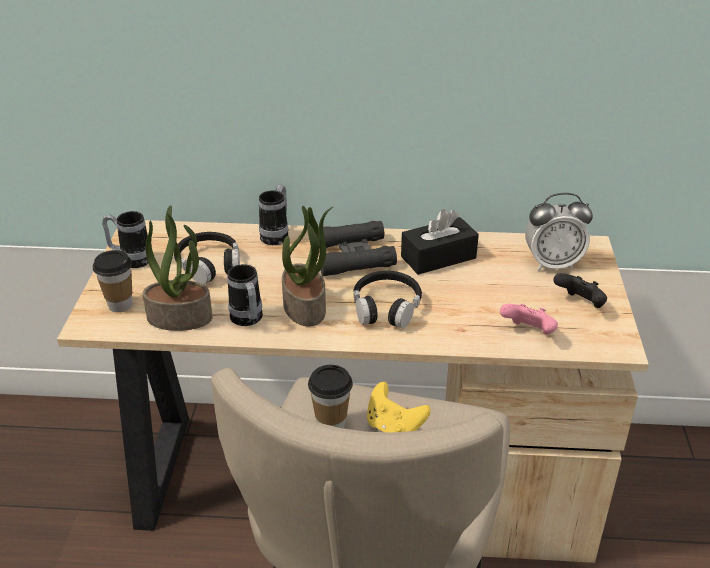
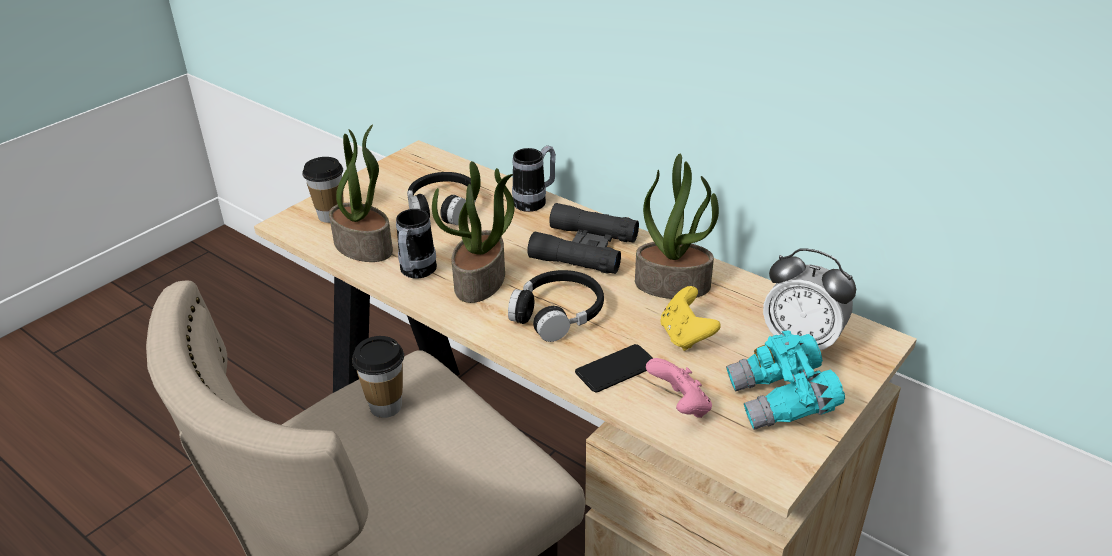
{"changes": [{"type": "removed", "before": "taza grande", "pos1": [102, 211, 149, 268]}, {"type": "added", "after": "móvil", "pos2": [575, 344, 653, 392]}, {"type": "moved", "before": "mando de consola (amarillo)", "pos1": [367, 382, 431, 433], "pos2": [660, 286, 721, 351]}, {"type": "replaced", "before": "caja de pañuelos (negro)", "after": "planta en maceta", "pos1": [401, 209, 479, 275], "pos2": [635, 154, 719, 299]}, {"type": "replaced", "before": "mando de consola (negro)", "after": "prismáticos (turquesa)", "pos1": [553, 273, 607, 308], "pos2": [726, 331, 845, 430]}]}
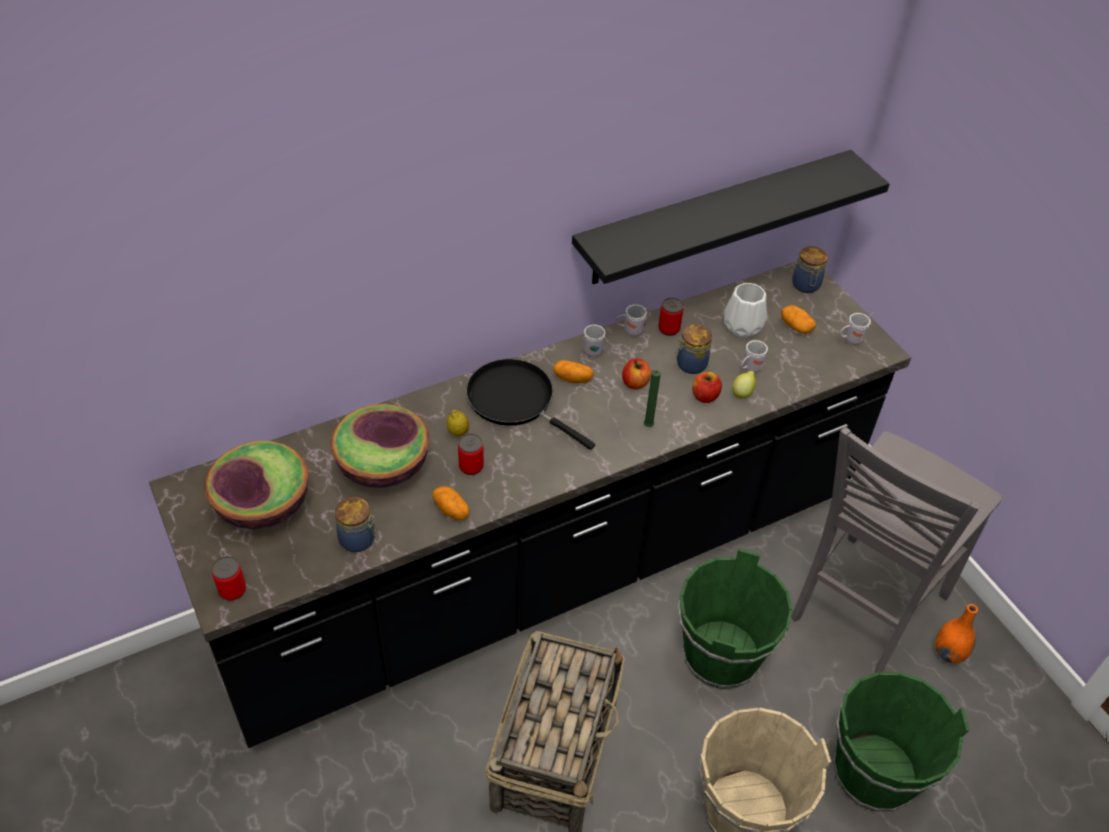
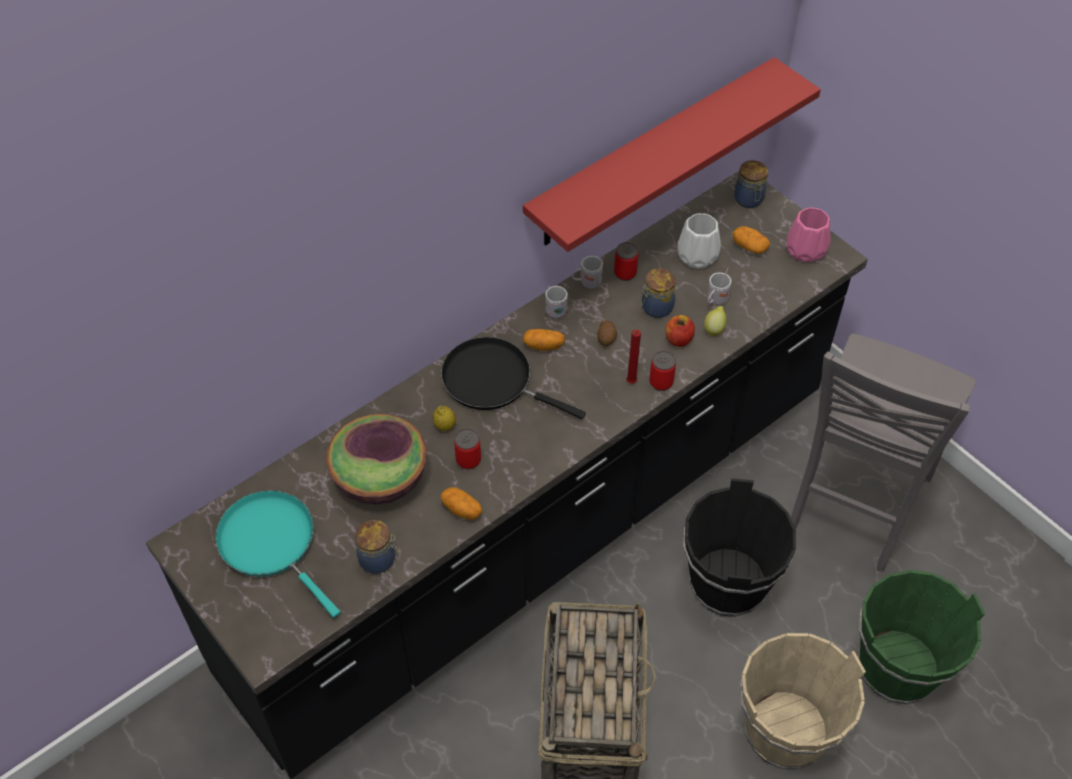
{"changes": [{"type": "removed", "before": "florero (naranja)", "pos1": [935, 604, 978, 663]}, {"type": "moved", "before": "lata", "pos1": [212, 556, 246, 601], "pos2": [649, 351, 676, 391]}, {"type": "replaced", "before": "cuenco", "after": "sartén (turquesa)", "pos1": [205, 441, 309, 529], "pos2": [215, 490, 340, 618]}, {"type": "replaced", "before": "manzana", "after": "patata", "pos1": [622, 358, 651, 390], "pos2": [597, 320, 617, 346]}, {"type": "replaced", "before": "taza grande (blanco)", "after": "florero (rosa)", "pos1": [839, 312, 873, 345], "pos2": [786, 207, 831, 263]}, {"type": "recoloured", "before": "estante (negro)", "after": "estante (rojo)", "pos1": [572, 150, 890, 284], "pos2": [523, 57, 821, 252]}, {"type": "recoloured", "before": "vela (verde)", "after": "vela (rojo)", "pos1": [644, 370, 661, 427], "pos2": [626, 329, 641, 384]}, {"type": "recoloured", "before": "cubo (verde)", "after": "cubo (negro)", "pos1": [678, 549, 793, 689], "pos2": [683, 478, 796, 617]}]}
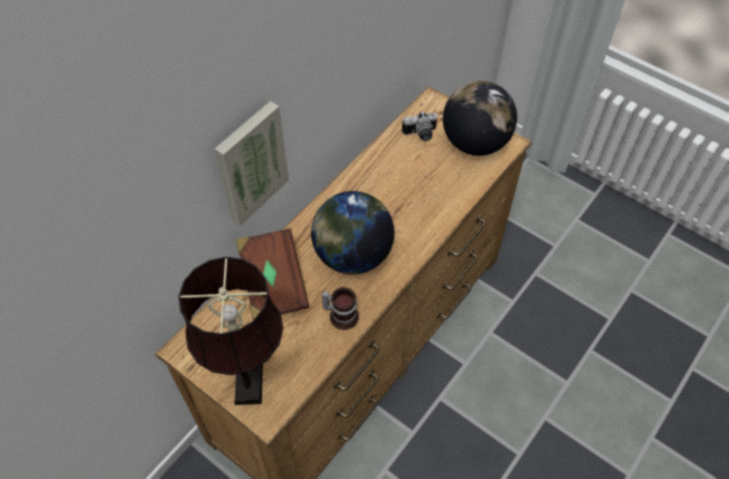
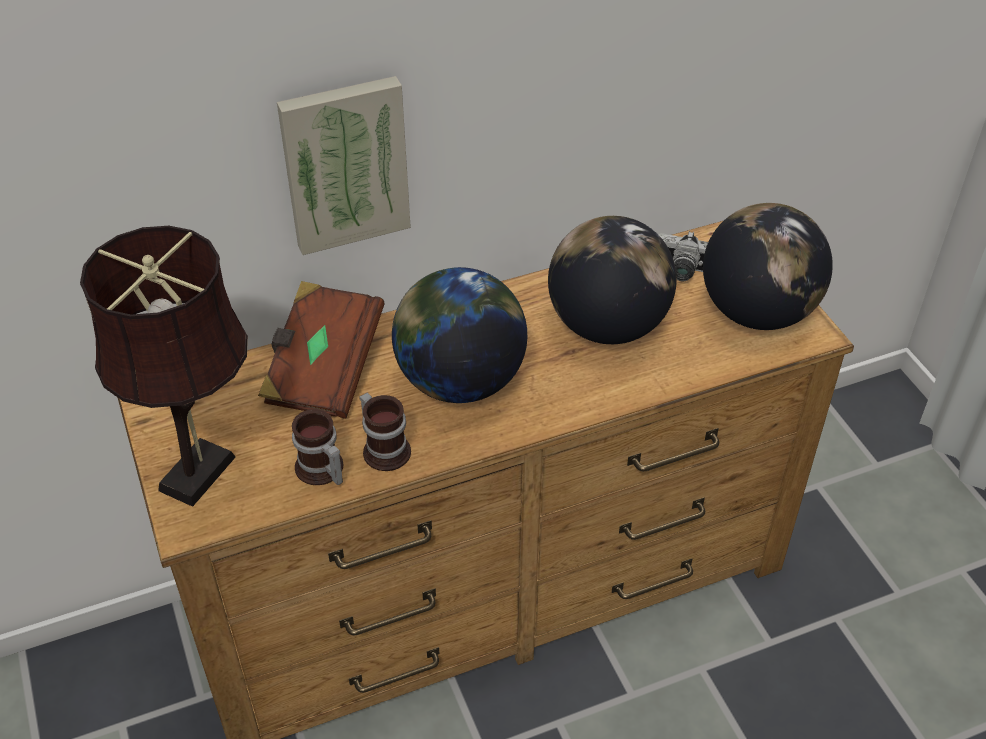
{"changes": [{"type": "added", "after": "taza grande", "pos2": [292, 409, 343, 485]}, {"type": "added", "after": "globo terráqueo", "pos2": [548, 216, 677, 344]}]}
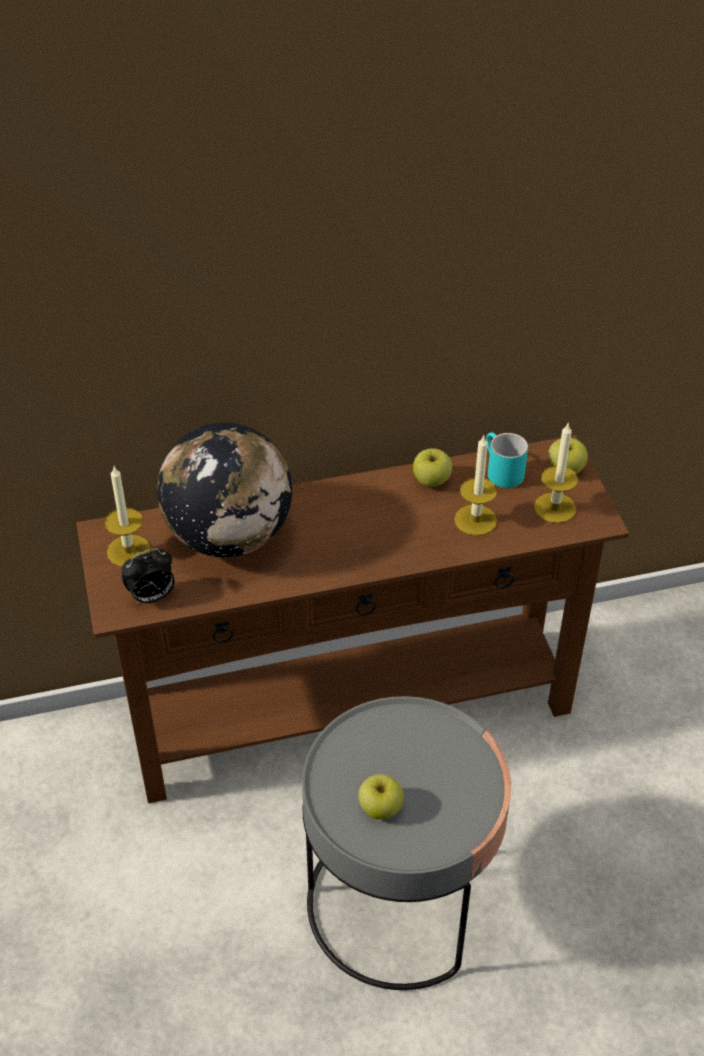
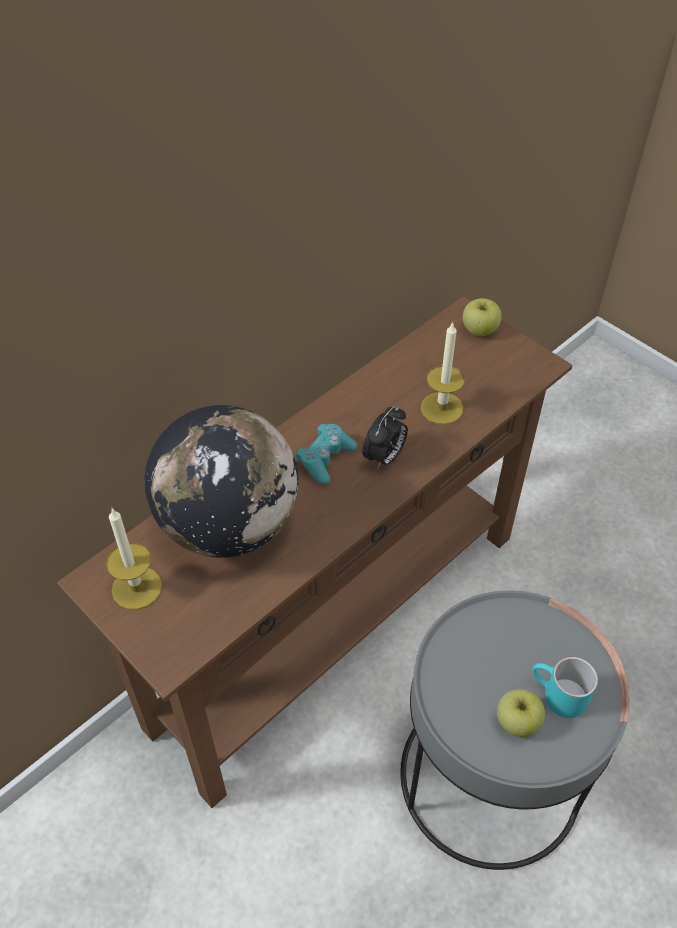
{"changes": [{"type": "removed", "before": "manzana", "pos1": [413, 448, 452, 487]}, {"type": "removed", "before": "vela", "pos1": [534, 422, 578, 523]}, {"type": "added", "after": "mando de consola (turquesa)", "pos2": [296, 424, 357, 485]}, {"type": "moved", "before": "despertador", "pos1": [122, 548, 174, 604], "pos2": [362, 406, 408, 470]}, {"type": "moved", "before": "taza grande (turquesa)", "pos1": [486, 432, 528, 488], "pos2": [532, 657, 598, 718]}]}
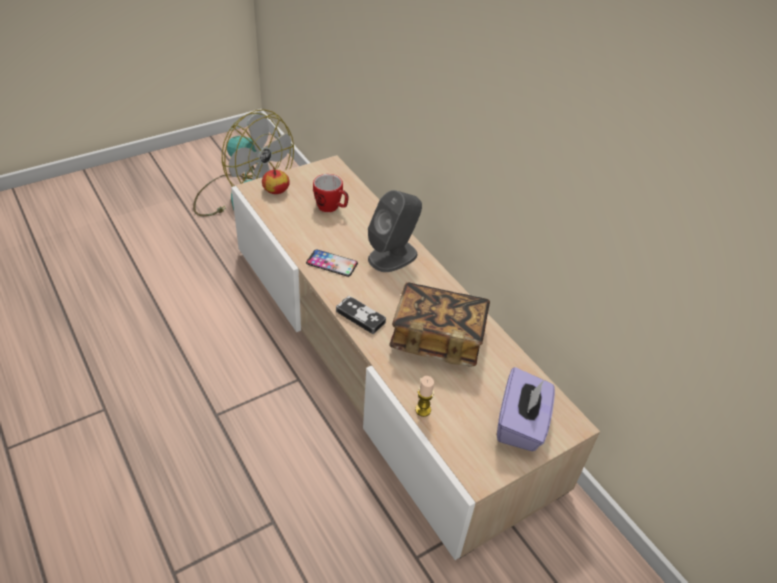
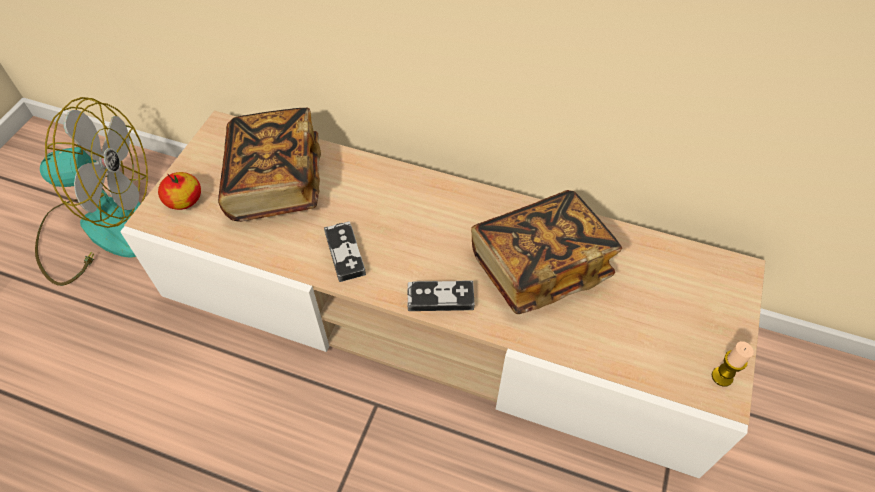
{"changes": [{"type": "removed", "before": "altavoz (gris)", "pos1": [368, 190, 422, 272]}, {"type": "removed", "before": "caja de pañuelos (morado)", "pos1": [497, 367, 555, 451]}, {"type": "moved", "before": "vela", "pos1": [415, 376, 434, 417], "pos2": [712, 341, 754, 387]}, {"type": "replaced", "before": "móvil", "after": "mando de consola", "pos1": [306, 249, 358, 277], "pos2": [324, 221, 366, 282]}, {"type": "replaced", "before": "taza grande", "after": "libro", "pos1": [313, 174, 349, 212], "pos2": [218, 108, 321, 222]}]}
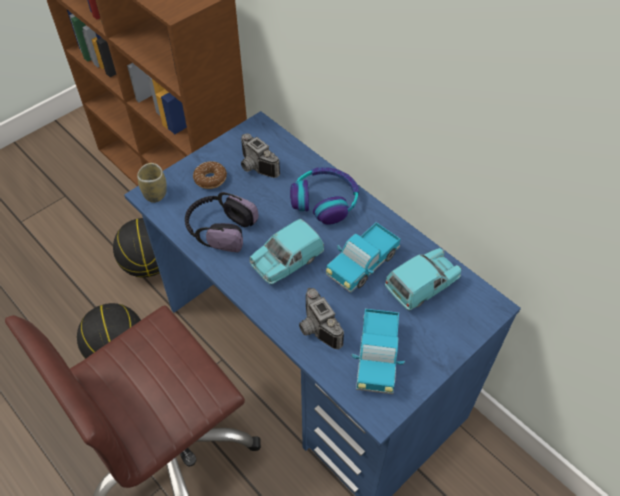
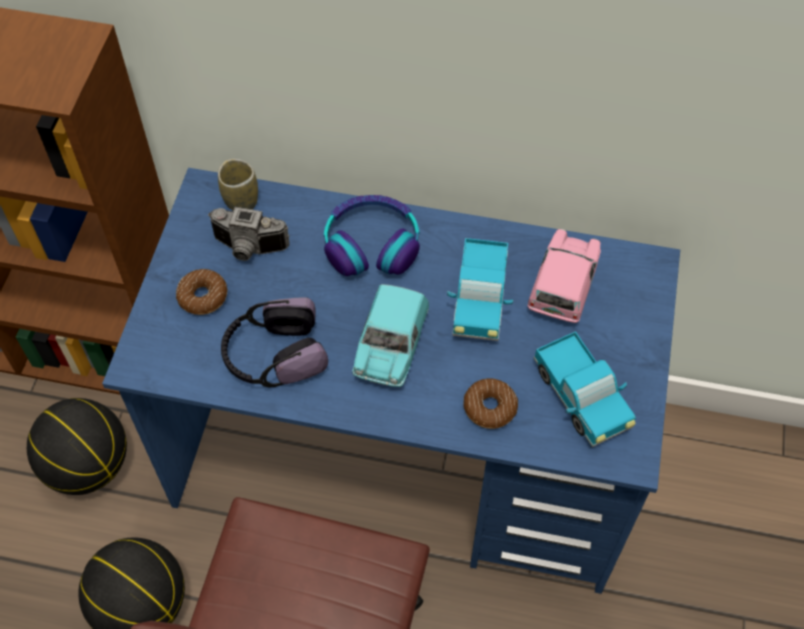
{"changes": [{"type": "moved", "before": "taza", "pos1": [137, 163, 167, 203], "pos2": [218, 159, 258, 210]}, {"type": "replaced", "before": "cámara", "after": "rosquilla", "pos1": [299, 288, 344, 349], "pos2": [463, 378, 518, 429]}, {"type": "recoloured", "before": "coche de juguete (turquesa)", "after": "coche de juguete (rosa)", "pos1": [385, 248, 462, 310], "pos2": [527, 229, 601, 323]}]}
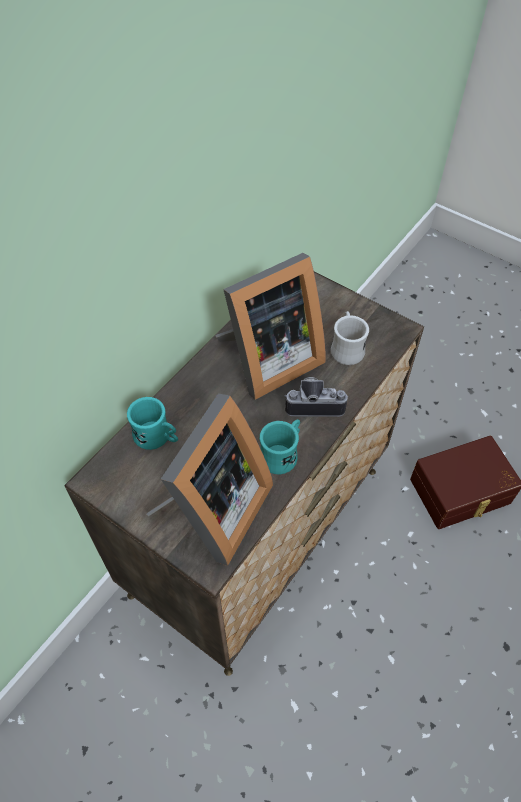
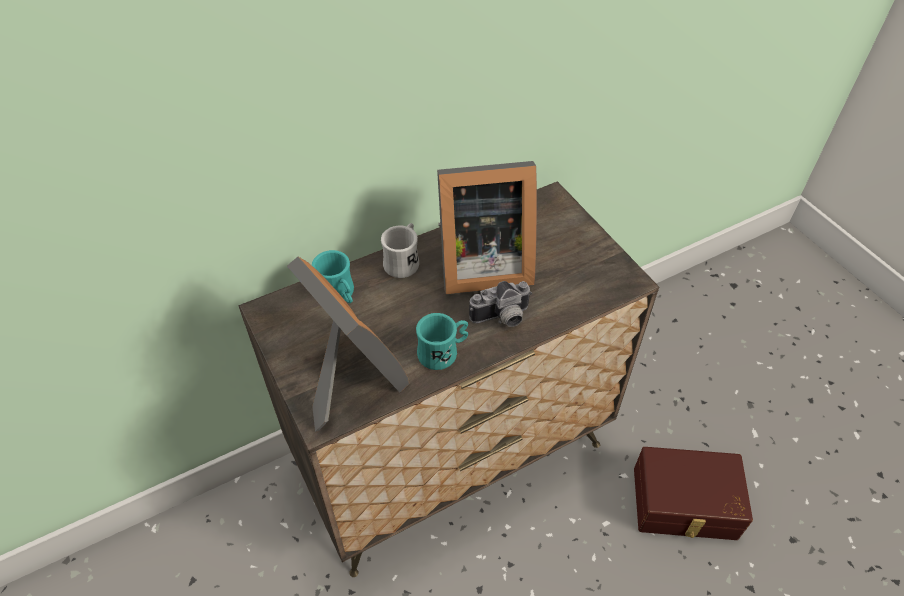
{"changes": [{"type": "moved", "before": "taza grande (blanco)", "pos1": [331, 311, 369, 365], "pos2": [381, 223, 419, 278]}, {"type": "turned", "before": "portarretratos", "pos1": [146, 393, 273, 566], "pos2": [287, 257, 410, 432], "turn": -90}, {"type": "turned", "before": "cámara", "pos1": [285, 377, 348, 417], "pos2": [469, 281, 532, 327], "turn": 135}]}
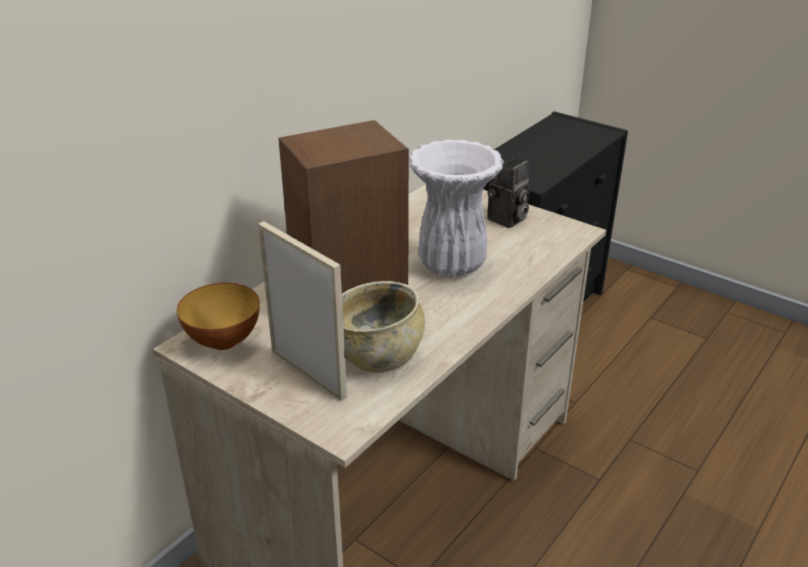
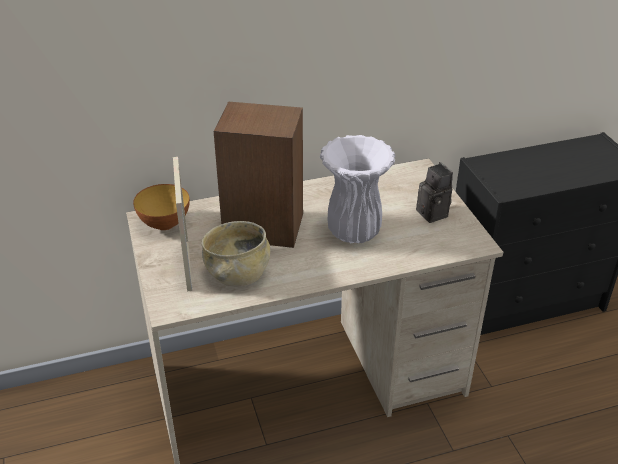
{"changes": [{"type": "turned", "before": "cámara", "pos1": [487, 158, 529, 228], "pos2": [416, 162, 453, 223], "turn": -105}]}
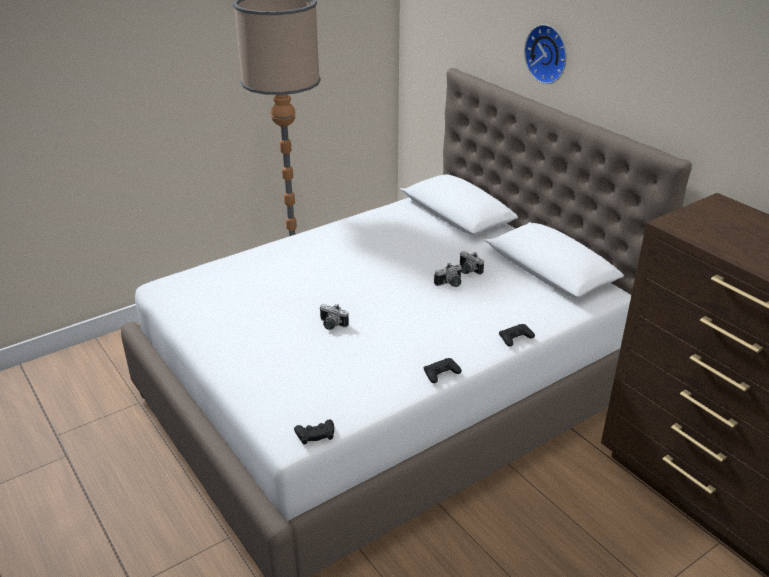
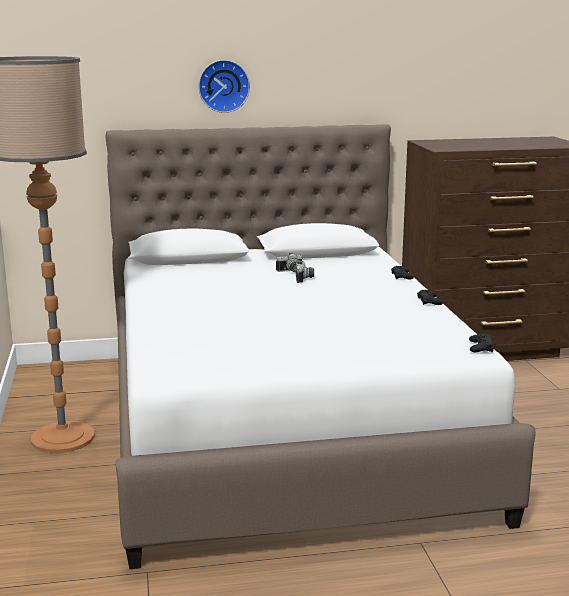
{"changes": [{"type": "removed", "before": "cámara", "pos1": [320, 304, 349, 330]}]}
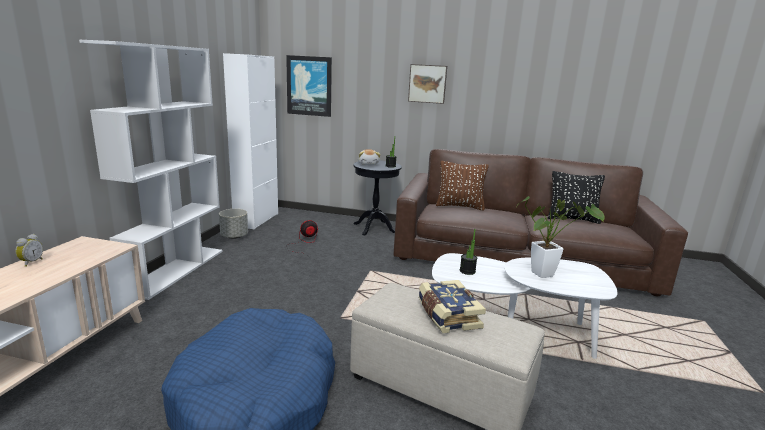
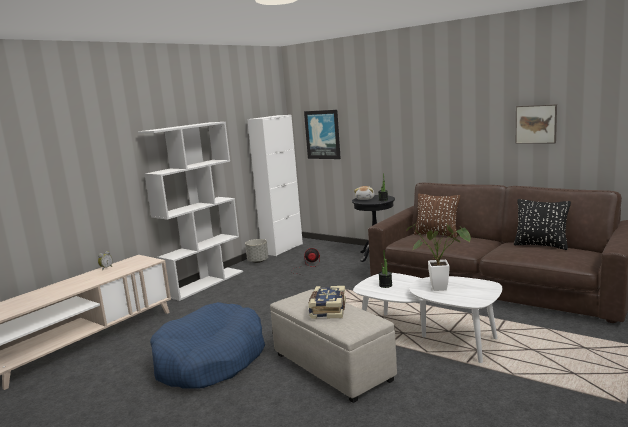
{"changes": [{"type": "moved", "before": "cuadro", "pos1": [408, 64, 447, 104], "pos2": [516, 104, 557, 144]}]}
